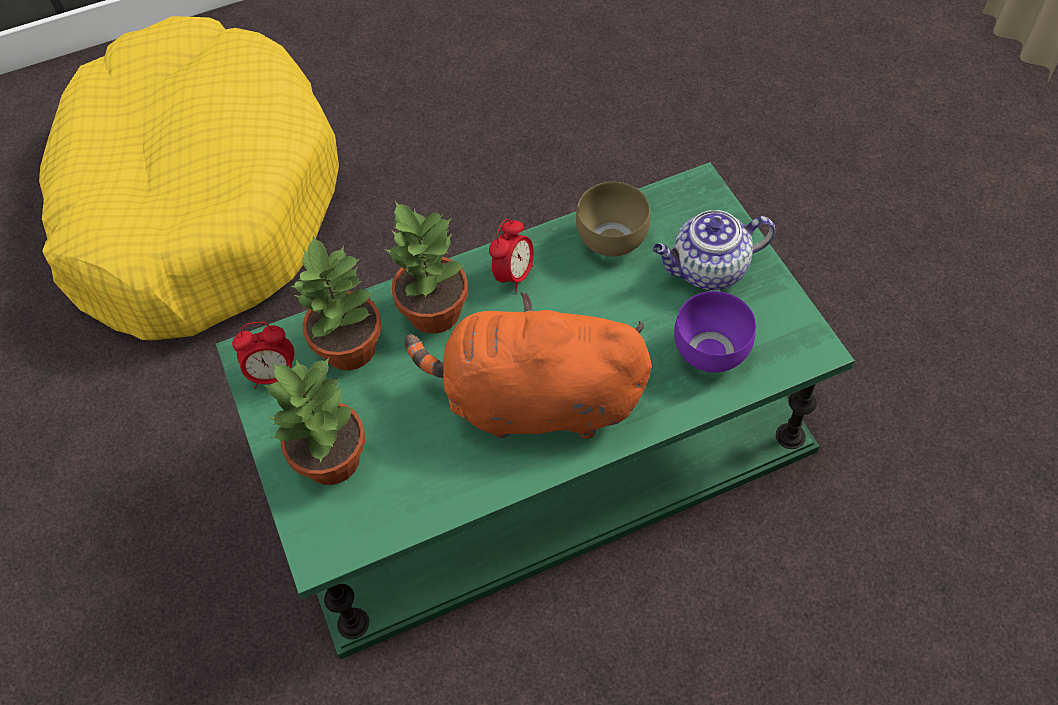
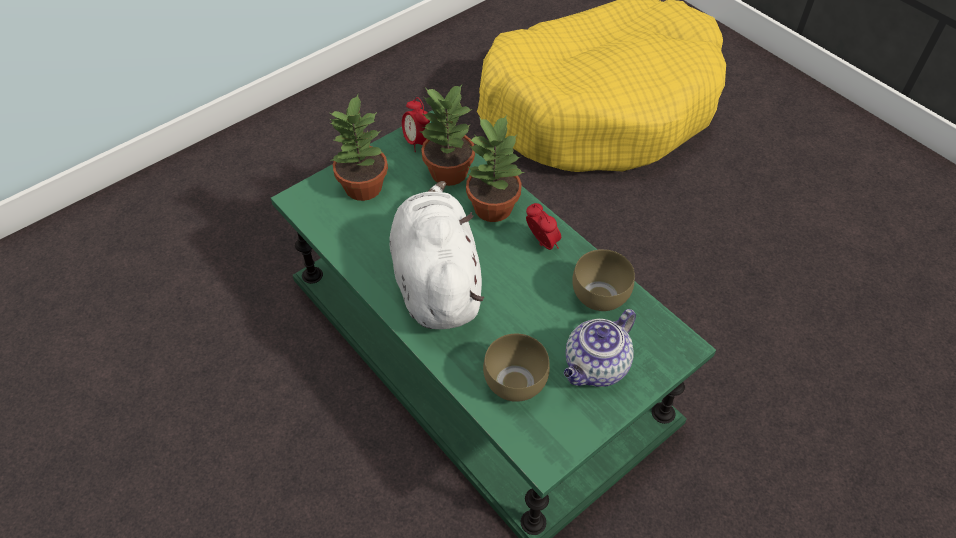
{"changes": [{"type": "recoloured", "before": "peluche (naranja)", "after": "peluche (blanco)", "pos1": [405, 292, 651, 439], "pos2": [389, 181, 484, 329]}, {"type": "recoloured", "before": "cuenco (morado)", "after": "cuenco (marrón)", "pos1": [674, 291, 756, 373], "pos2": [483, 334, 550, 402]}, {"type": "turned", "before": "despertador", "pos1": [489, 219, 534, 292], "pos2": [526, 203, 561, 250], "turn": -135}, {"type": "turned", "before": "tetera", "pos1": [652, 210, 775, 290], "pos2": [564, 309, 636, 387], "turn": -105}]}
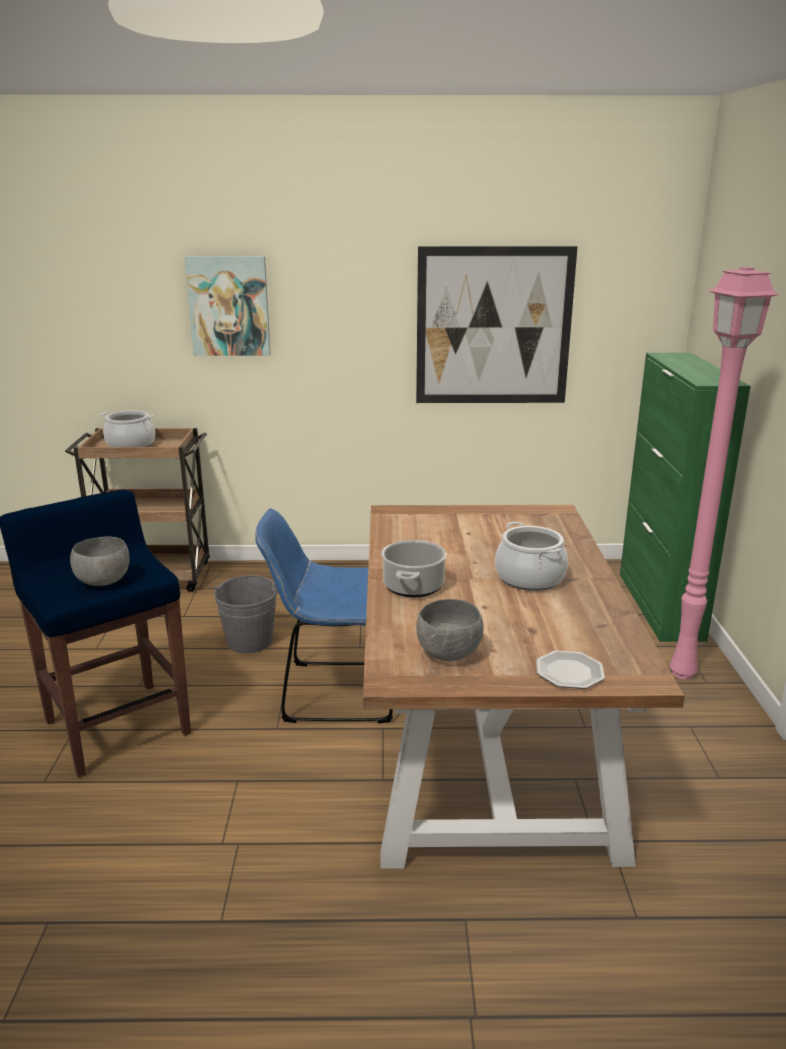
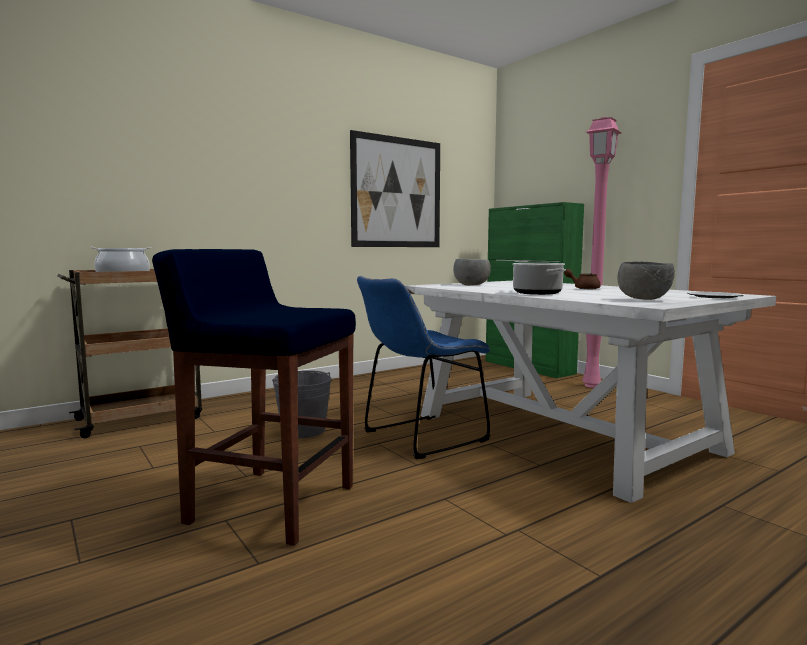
{"changes": [{"type": "removed", "before": "cuadro", "pos1": [184, 256, 271, 356]}, {"type": "moved", "before": "cuenco (gris)", "pos1": [70, 536, 129, 586], "pos2": [453, 259, 491, 286]}, {"type": "replaced", "before": "olla", "after": "tetera (marrón)", "pos1": [495, 522, 568, 591], "pos2": [564, 269, 601, 289]}, {"type": "recoloured", "before": "mesa de comedor (marrón)", "after": "mesa de comedor (blanco)", "pos1": [363, 505, 685, 869], "pos2": [406, 281, 776, 503]}]}
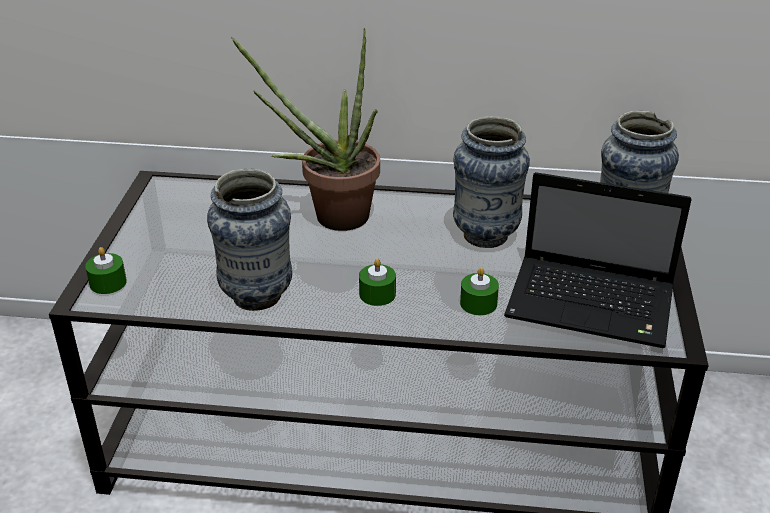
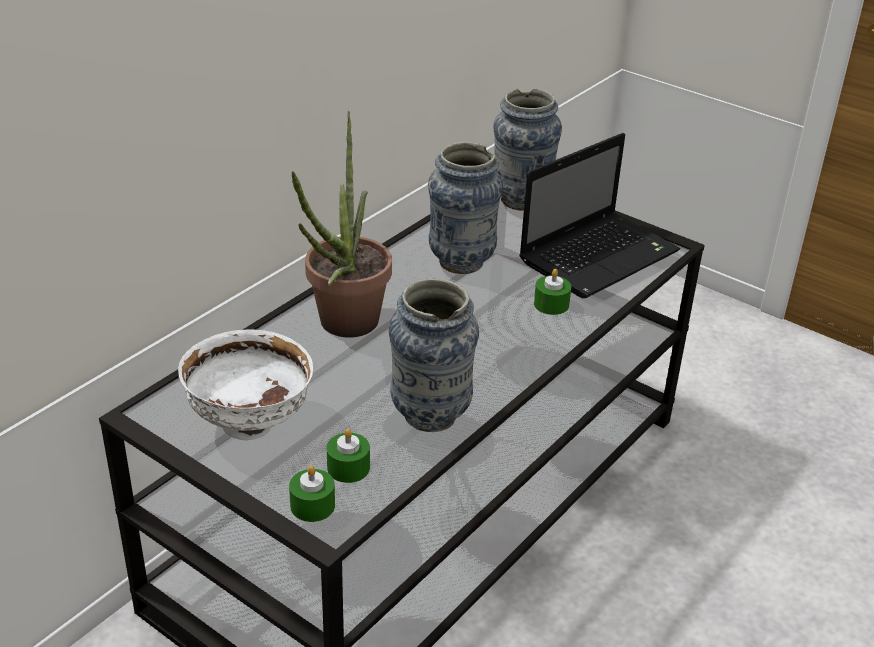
{"changes": [{"type": "added", "after": "cuenco (blanco)", "pos2": [178, 329, 313, 441]}, {"type": "moved", "before": "vela (verde)", "pos1": [359, 258, 396, 306], "pos2": [327, 429, 370, 483]}]}
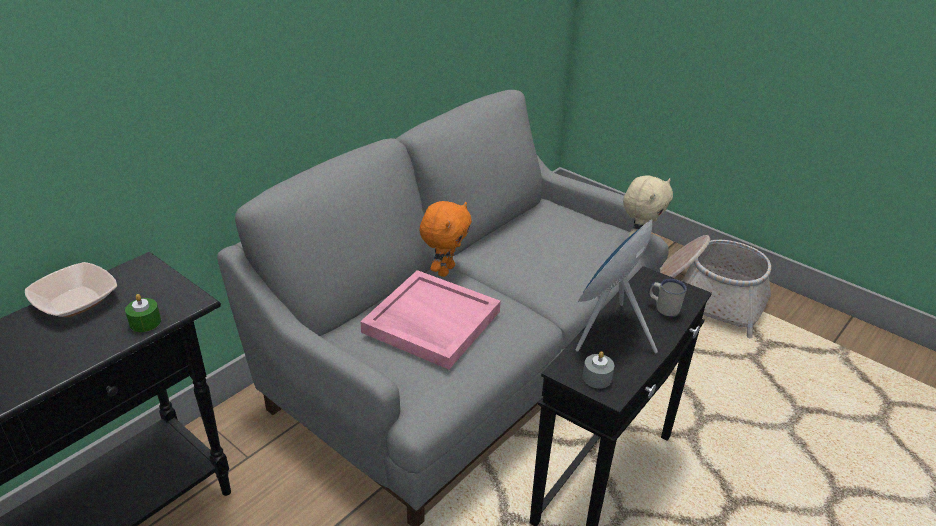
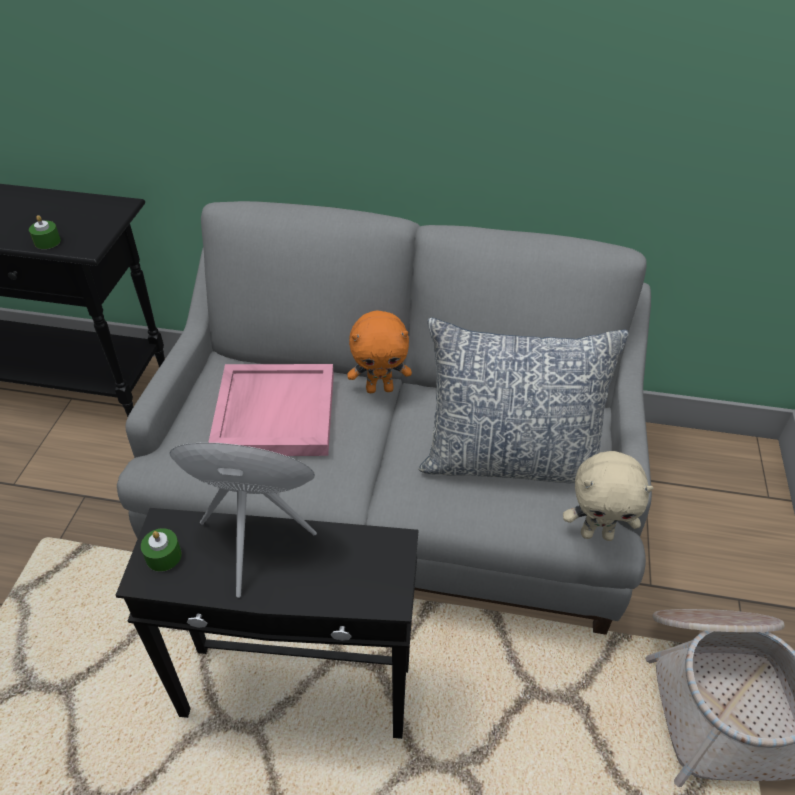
{"changes": [{"type": "removed", "before": "cuenco", "pos1": [25, 262, 117, 317]}, {"type": "removed", "before": "taza grande (blanco)", "pos1": [649, 279, 687, 318]}, {"type": "added", "after": "cojín", "pos2": [418, 318, 629, 483]}, {"type": "recoloured", "before": "vela (gris)", "after": "vela (verde)", "pos1": [583, 351, 614, 388], "pos2": [141, 528, 182, 572]}]}
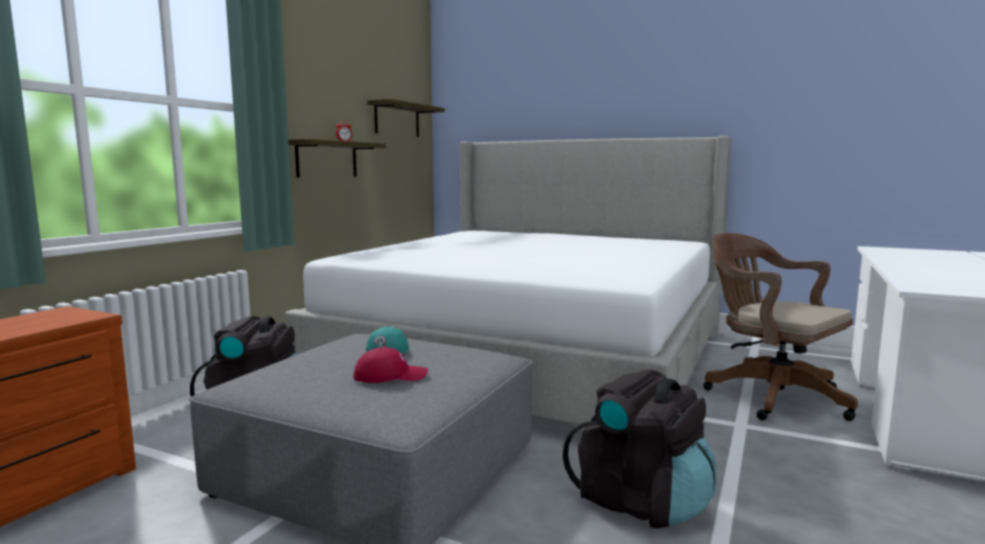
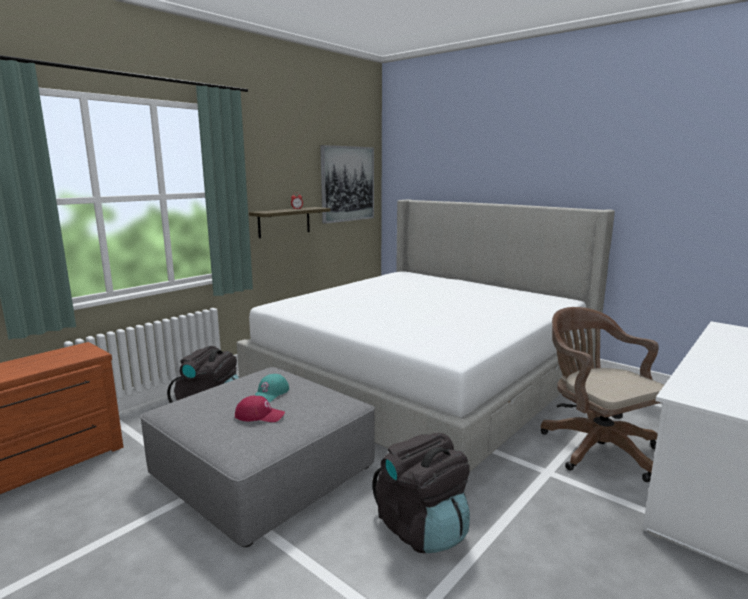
{"changes": [{"type": "replaced", "before": "estante", "after": "cuadro", "pos1": [367, 99, 445, 137], "pos2": [320, 145, 374, 224]}]}
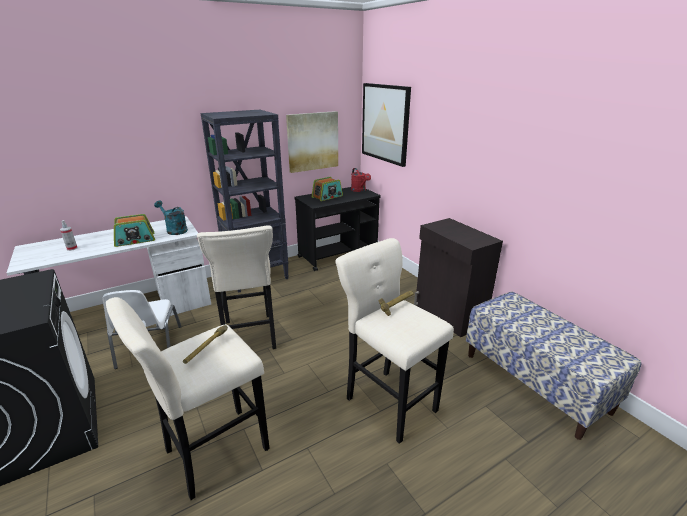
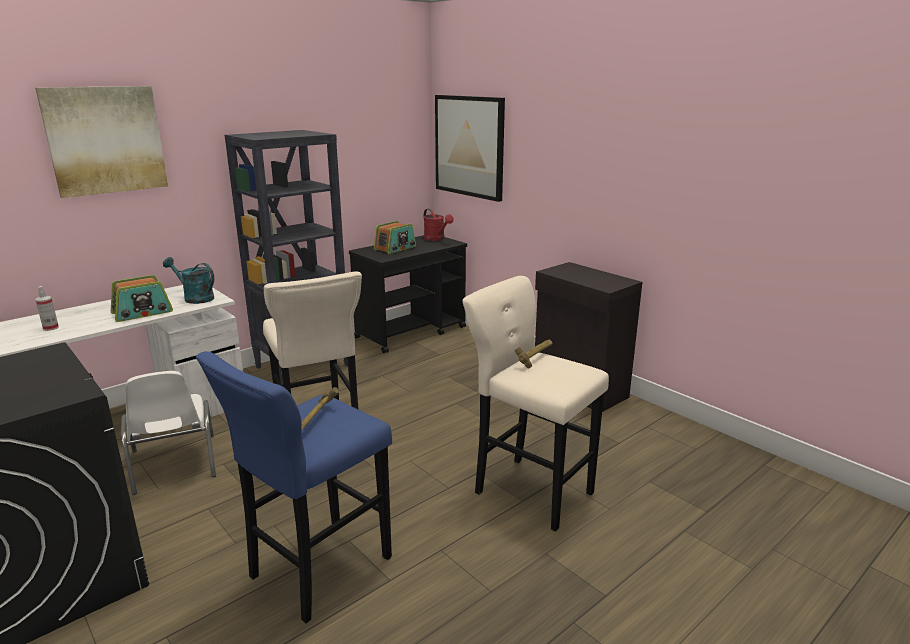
{"changes": [{"type": "removed", "before": "banco", "pos1": [466, 291, 642, 440]}, {"type": "moved", "before": "cuadro", "pos1": [286, 111, 338, 173], "pos2": [35, 86, 168, 198]}, {"type": "recoloured", "before": "taburete (beis)", "after": "taburete (azul)", "pos1": [106, 297, 270, 500], "pos2": [196, 351, 392, 623]}]}
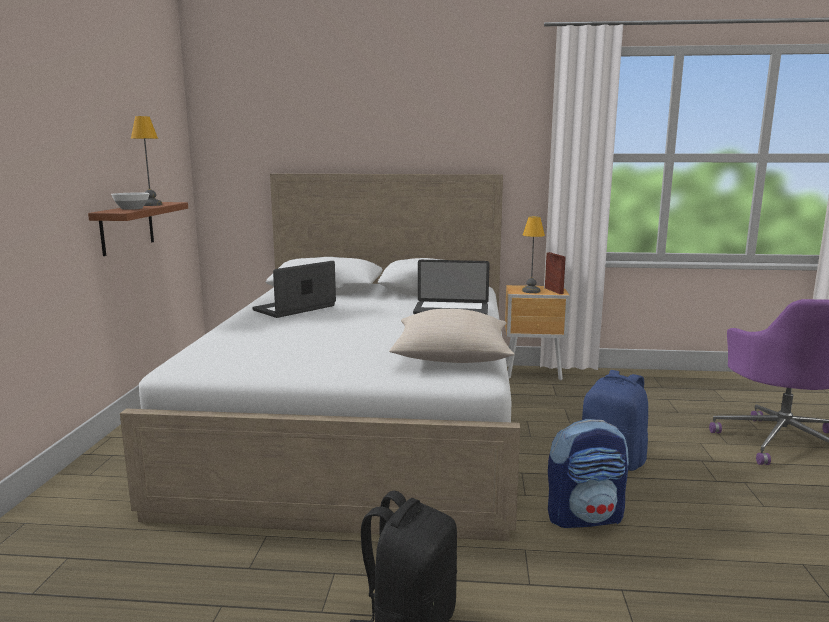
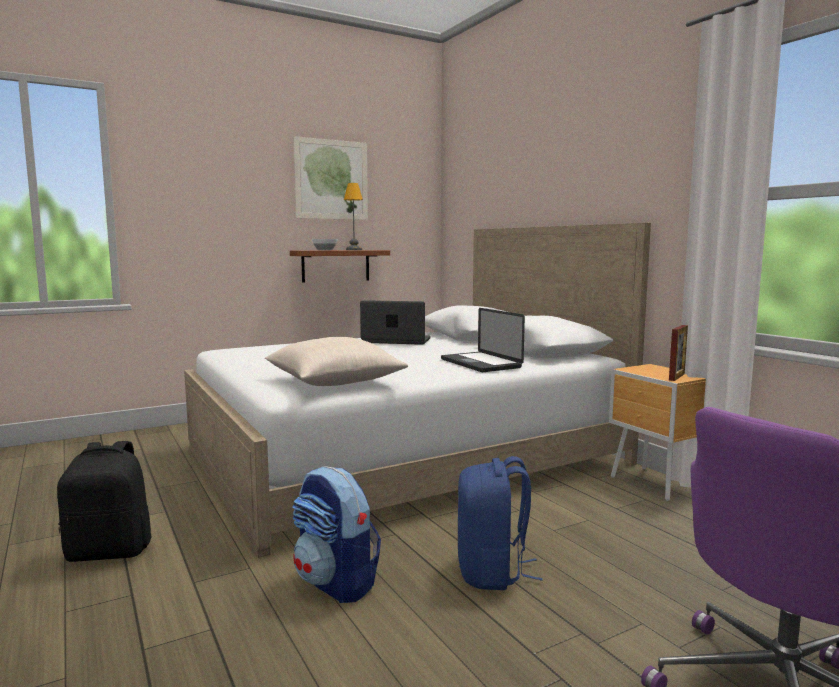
{"changes": [{"type": "removed", "before": "lámpara de mesa", "pos1": [522, 216, 545, 293]}, {"type": "added", "after": "cuadro", "pos2": [293, 136, 368, 220]}]}
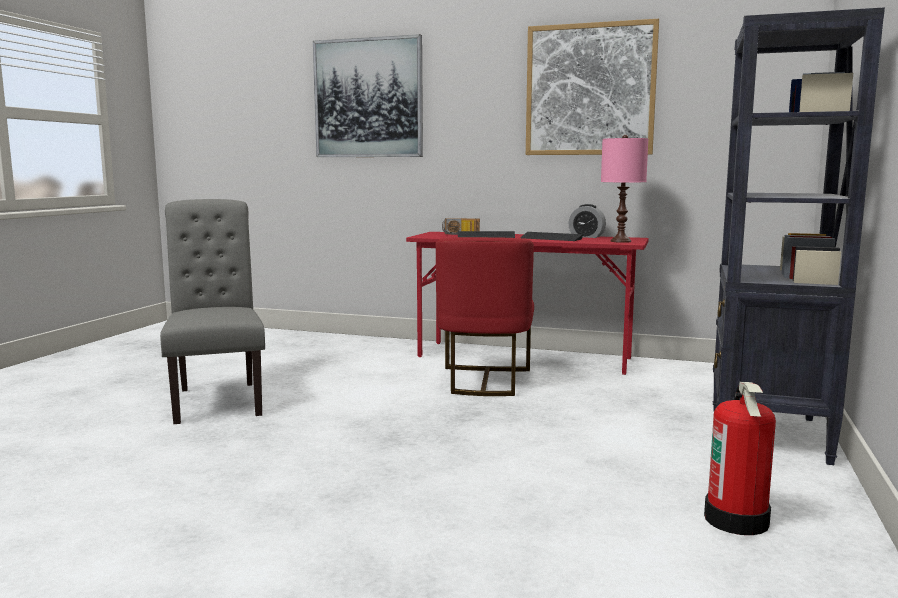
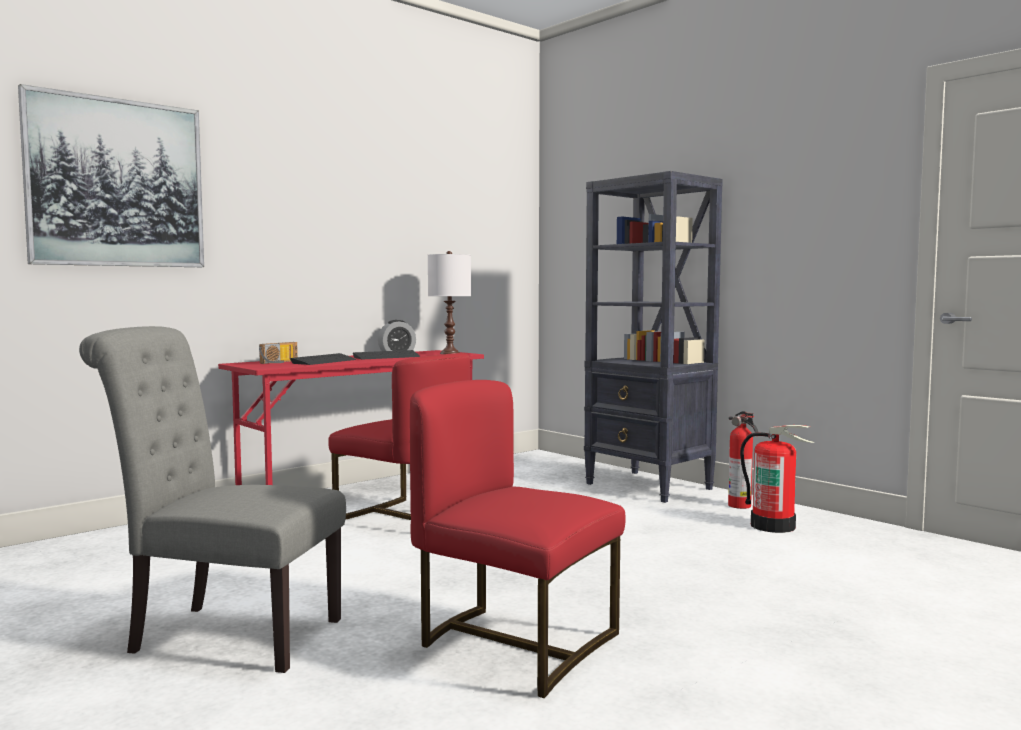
{"changes": [{"type": "removed", "before": "cuadro", "pos1": [526, 19, 659, 155]}, {"type": "added", "after": "silla (rojo)", "pos2": [410, 380, 626, 698]}, {"type": "added", "after": "extintor", "pos2": [728, 411, 758, 509]}, {"type": "recoloured", "before": "lámpara de mesa (rosa)", "after": "lámpara de mesa (blanco)", "pos1": [601, 135, 648, 243], "pos2": [428, 251, 471, 354]}]}
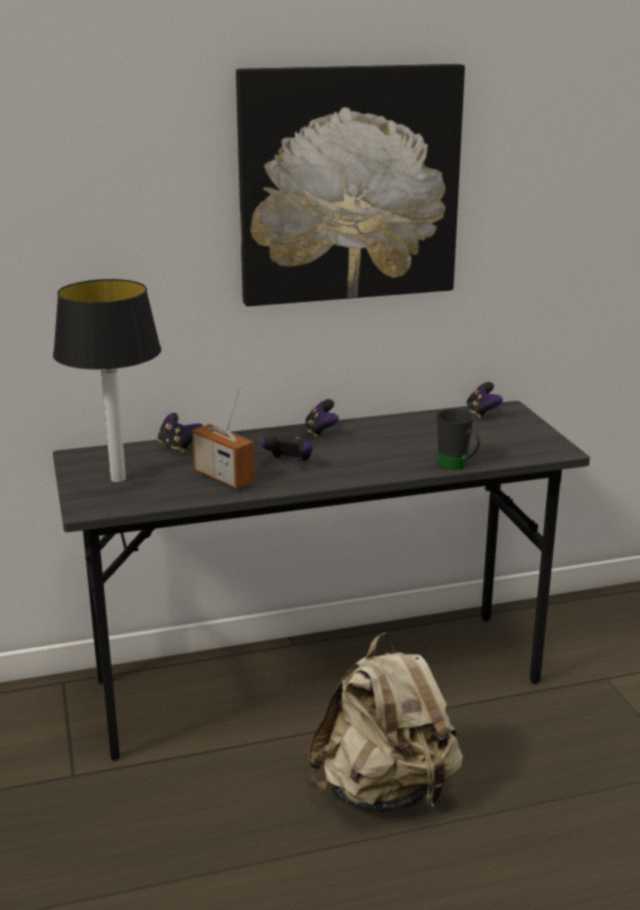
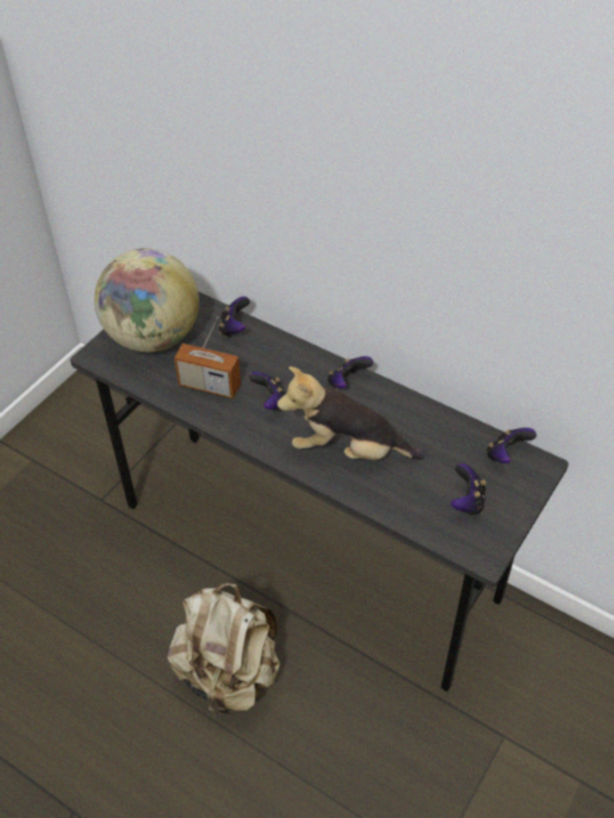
{"changes": [{"type": "removed", "before": "cuadro", "pos1": [236, 64, 465, 306]}, {"type": "removed", "before": "taza grande (negro)", "pos1": [437, 409, 480, 470]}, {"type": "added", "after": "peluche", "pos2": [277, 366, 426, 460]}, {"type": "added", "after": "mando de consola", "pos2": [451, 463, 486, 516]}, {"type": "replaced", "before": "lámpara de mesa", "after": "globo terráqueo", "pos1": [53, 279, 161, 482], "pos2": [94, 248, 199, 352]}, {"type": "turned", "before": "radio", "pos1": [192, 387, 255, 489], "pos2": [174, 316, 241, 398], "turn": -75}]}
